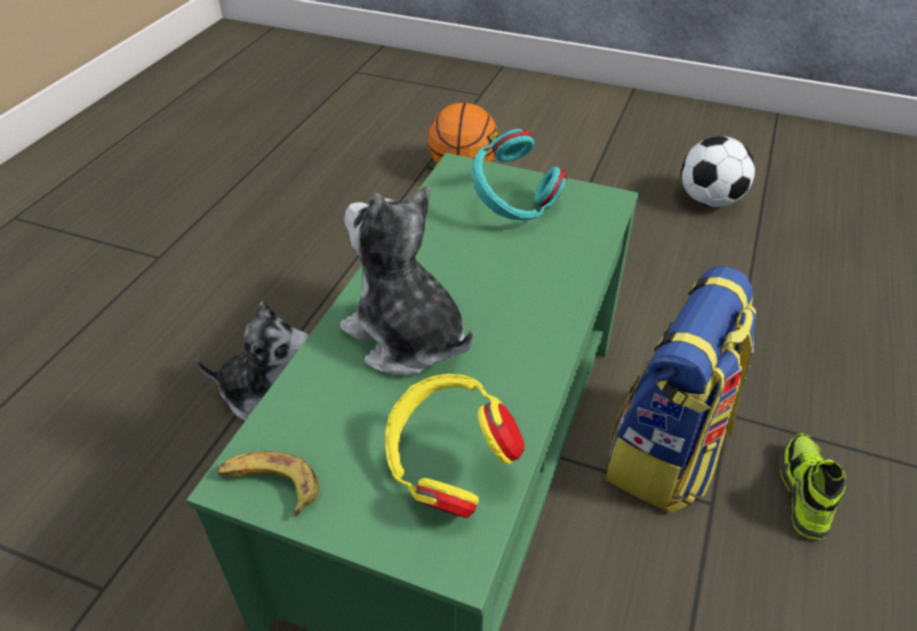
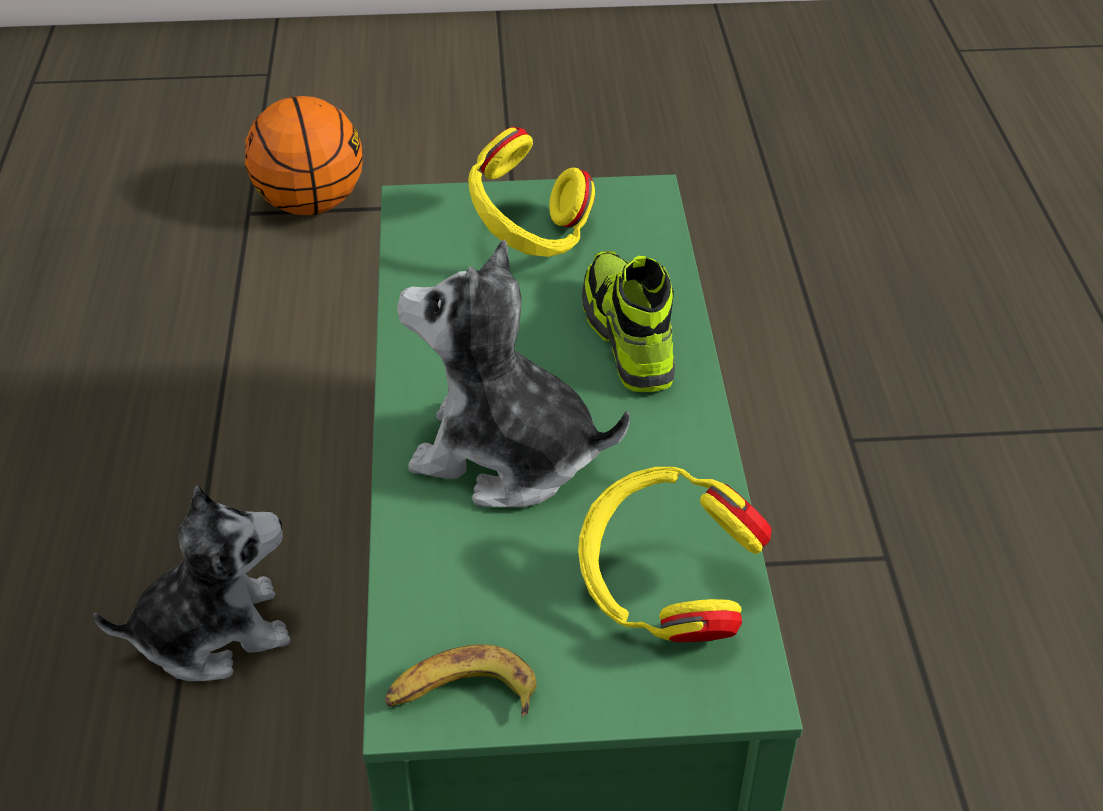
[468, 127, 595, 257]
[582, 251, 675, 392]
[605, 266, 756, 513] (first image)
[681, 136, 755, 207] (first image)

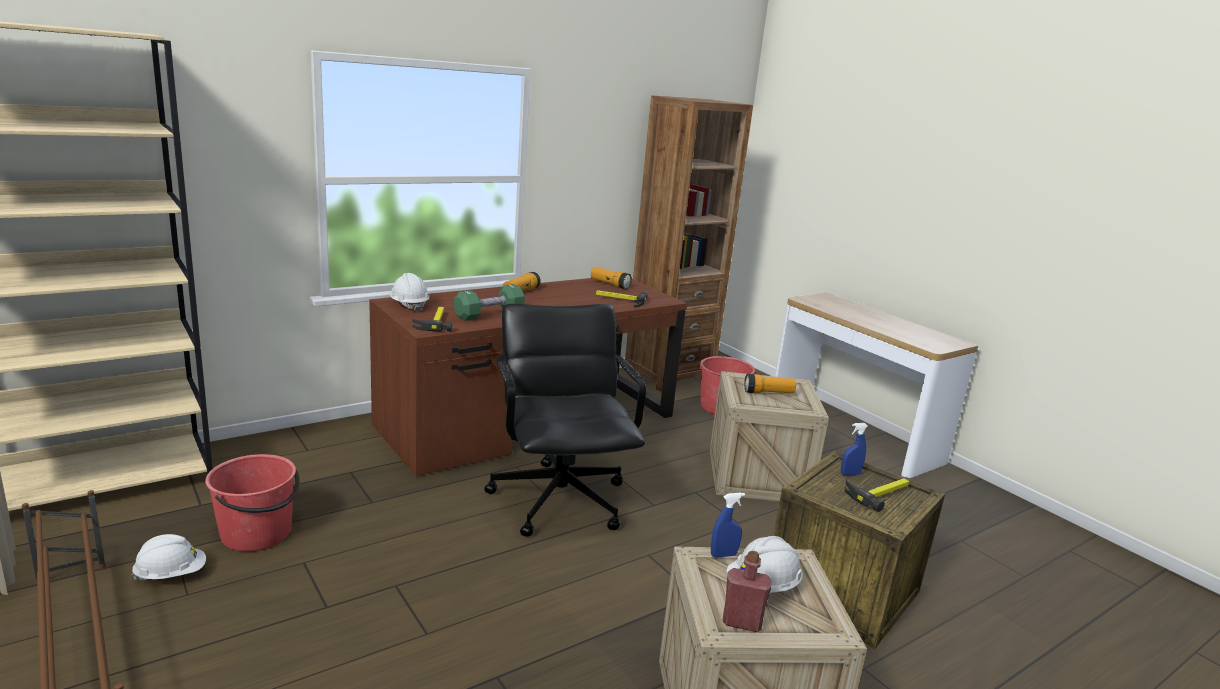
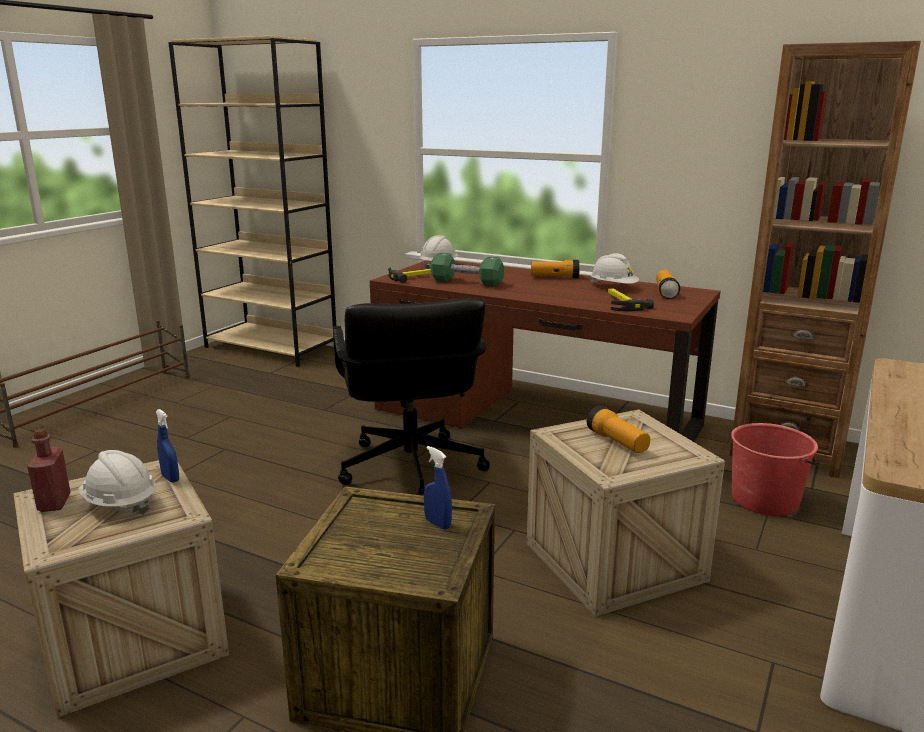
[333, 298, 490, 496]
[591, 253, 640, 284]
[205, 454, 299, 551] (first image)
[844, 478, 909, 512] (first image)

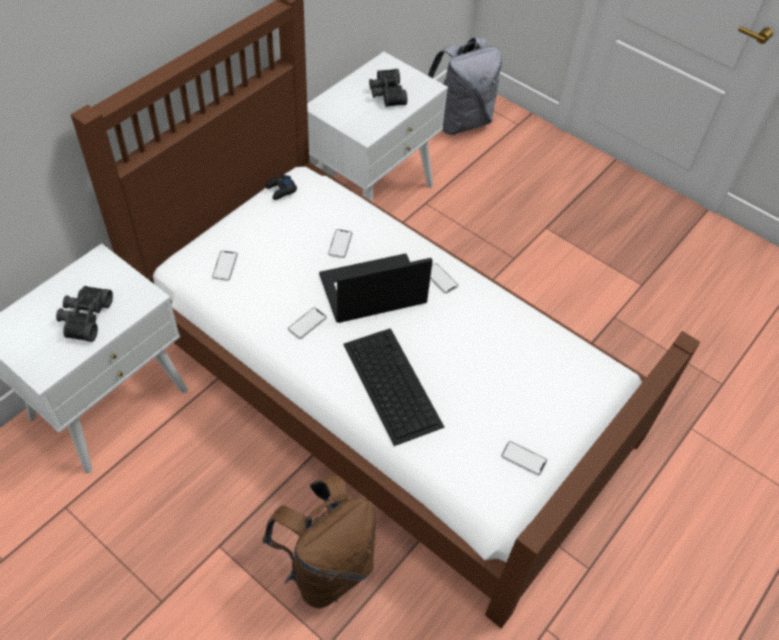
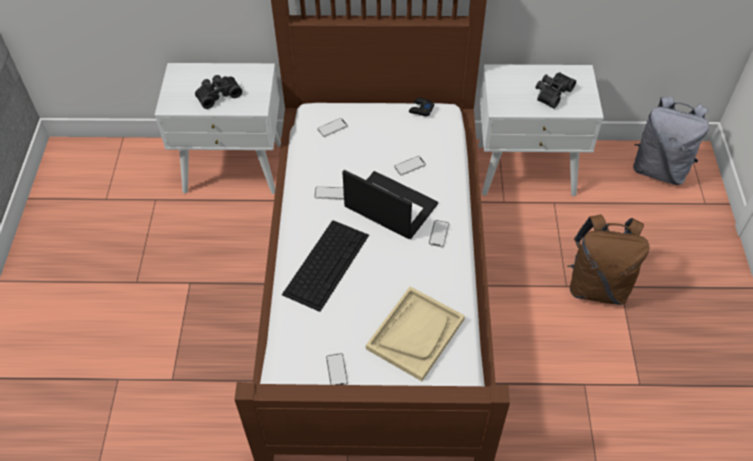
[366, 286, 465, 381]
[567, 214, 649, 305]

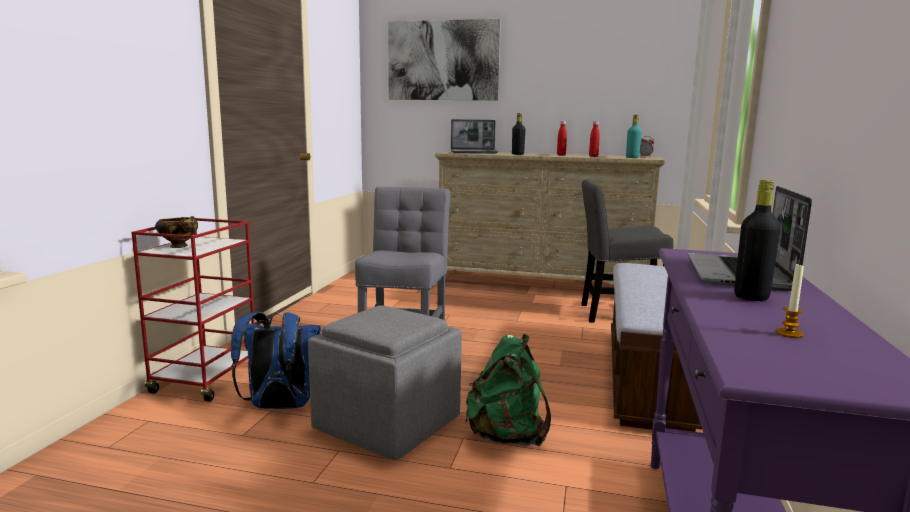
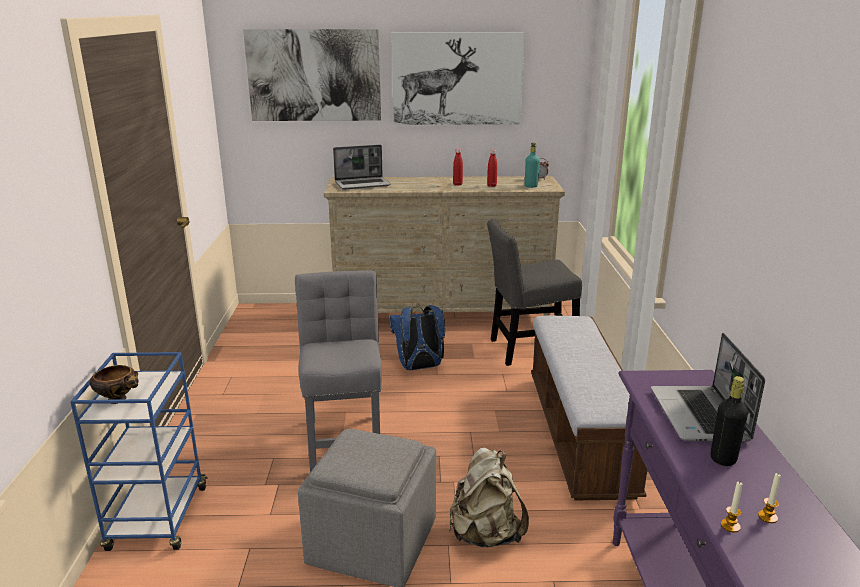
[70, 352, 208, 551]
[389, 305, 445, 370]
[392, 32, 525, 125]
[449, 447, 529, 547]
[721, 482, 742, 532]
[512, 113, 525, 155] (first image)

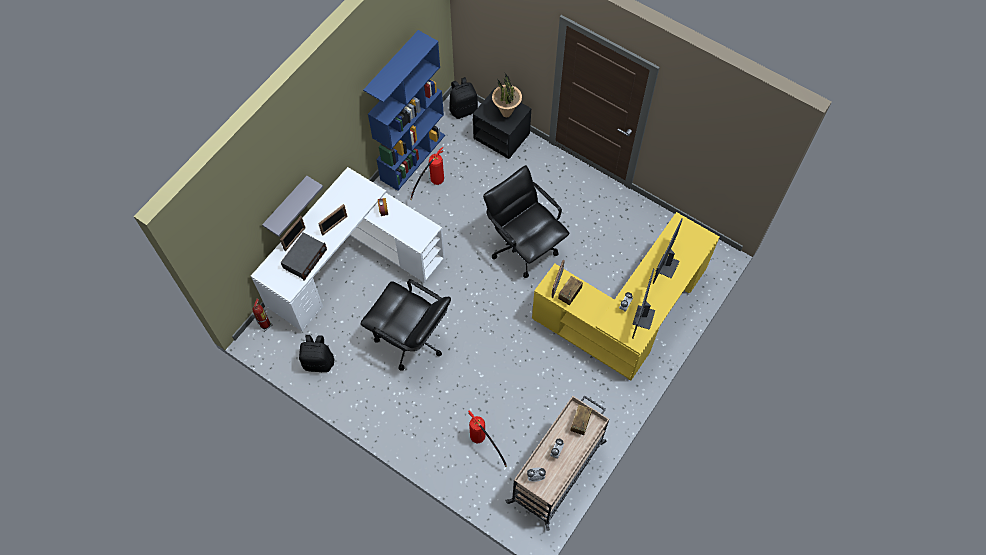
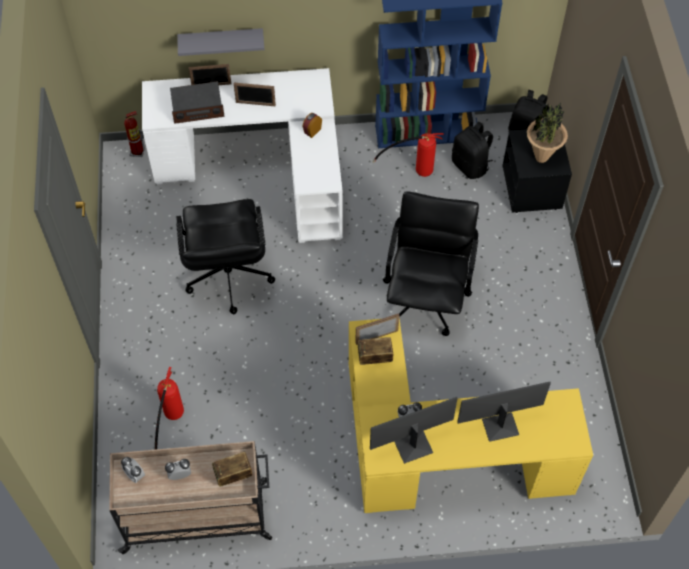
[452, 122, 493, 179]

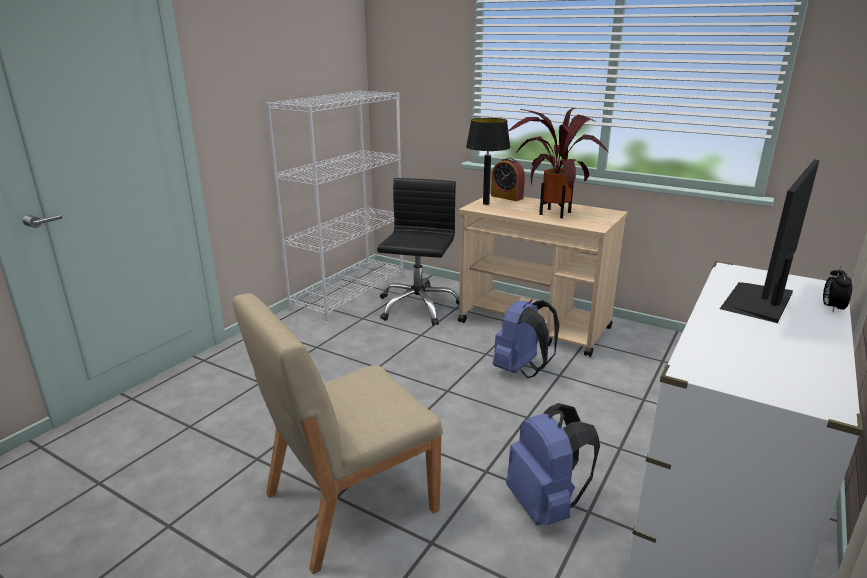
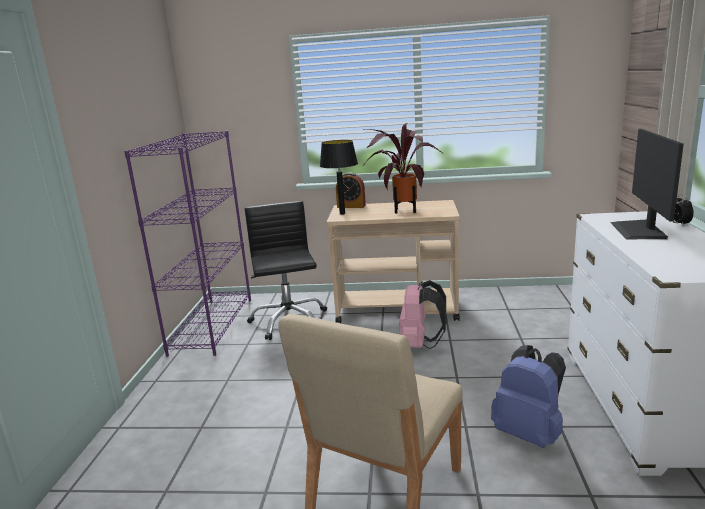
[124, 131, 251, 357]
[399, 280, 446, 349]

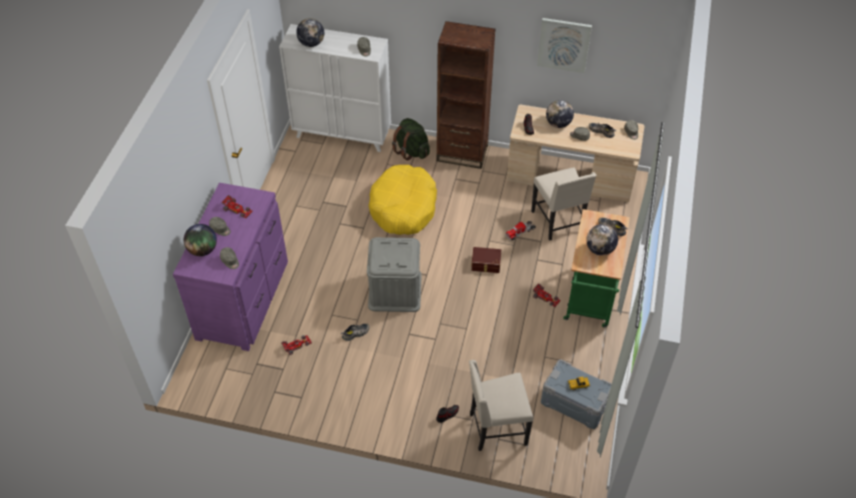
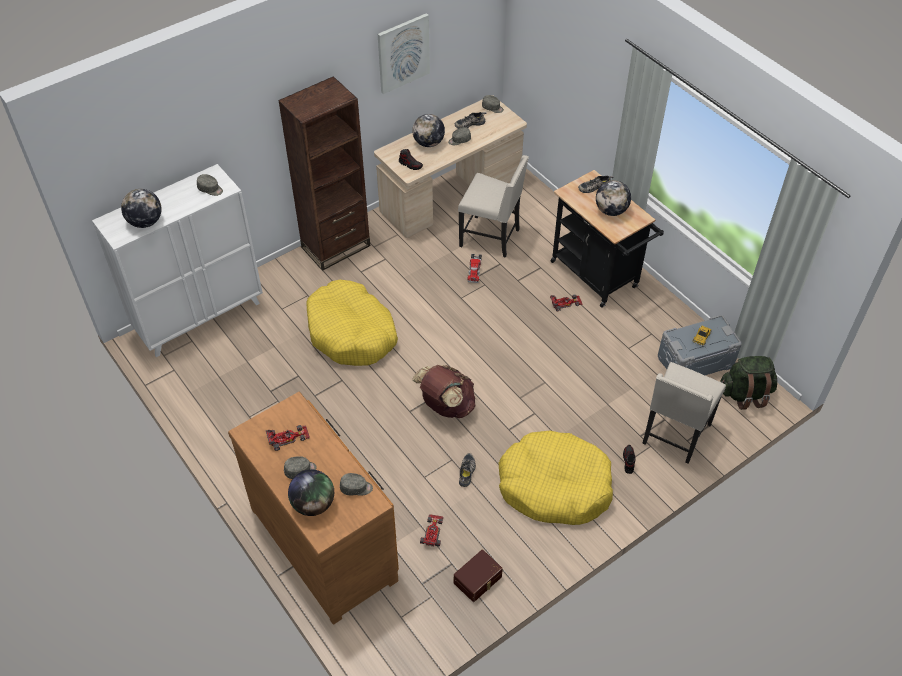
[228, 392, 399, 625]
[412, 365, 476, 418]
[454, 550, 503, 602]
[499, 431, 613, 525]
[551, 170, 664, 308]
[720, 356, 778, 410]

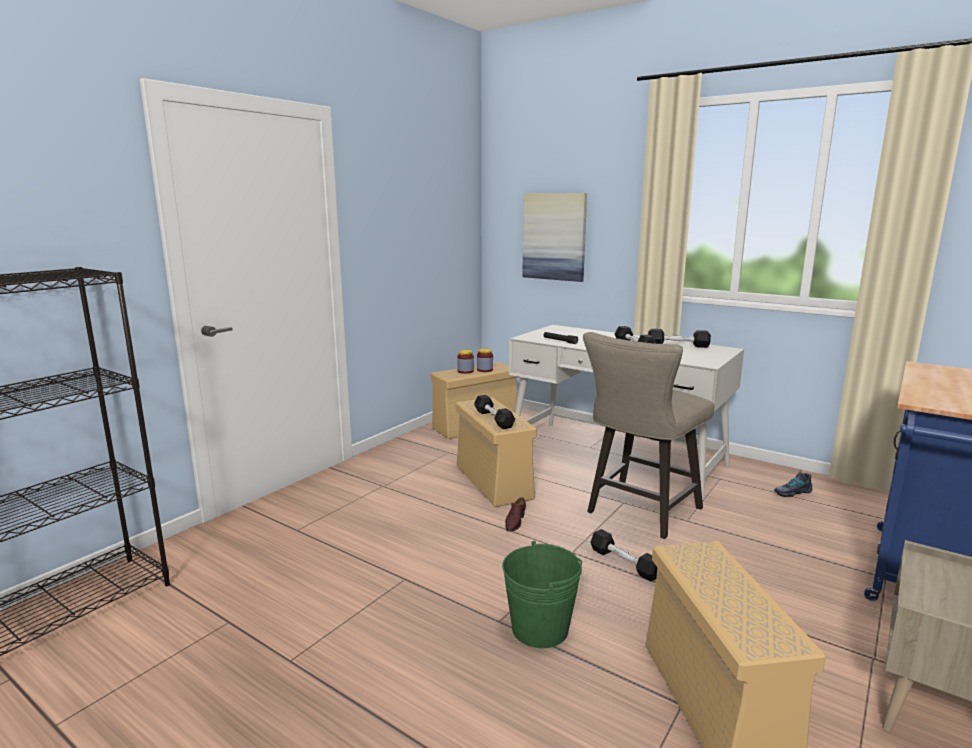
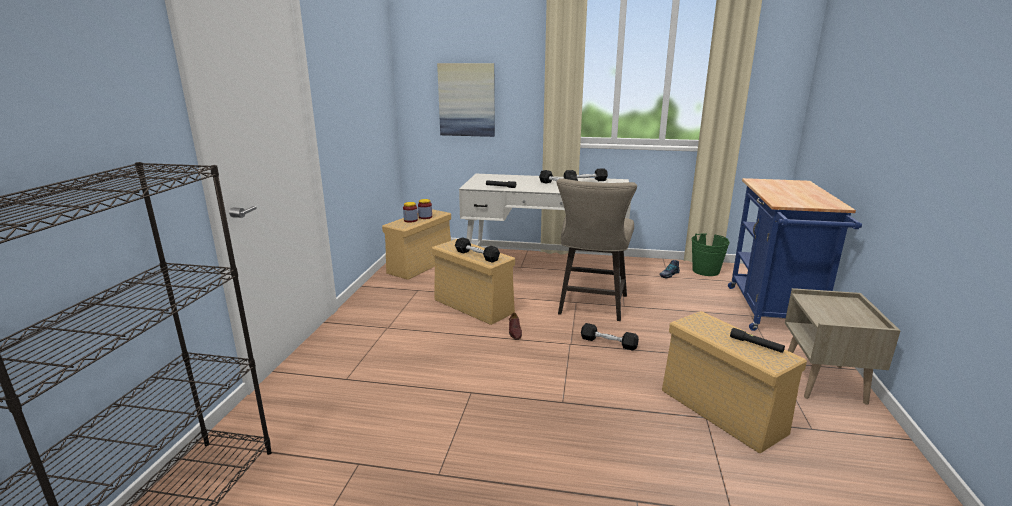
[692, 233, 730, 276]
[730, 328, 785, 353]

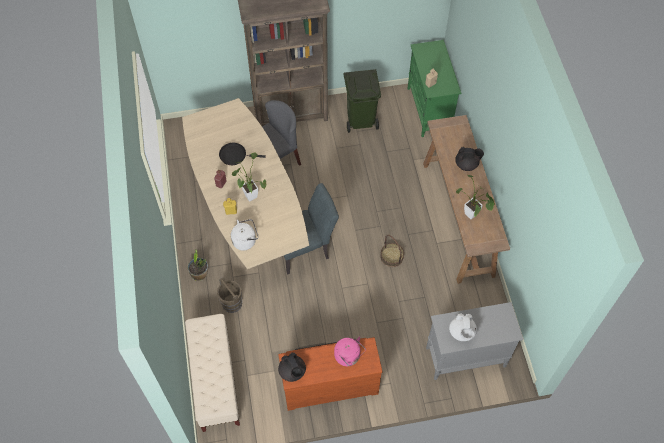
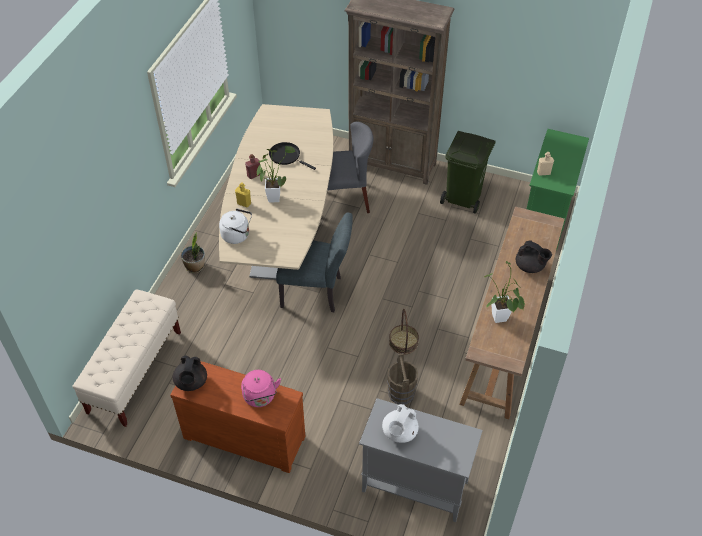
[388, 353, 418, 404]

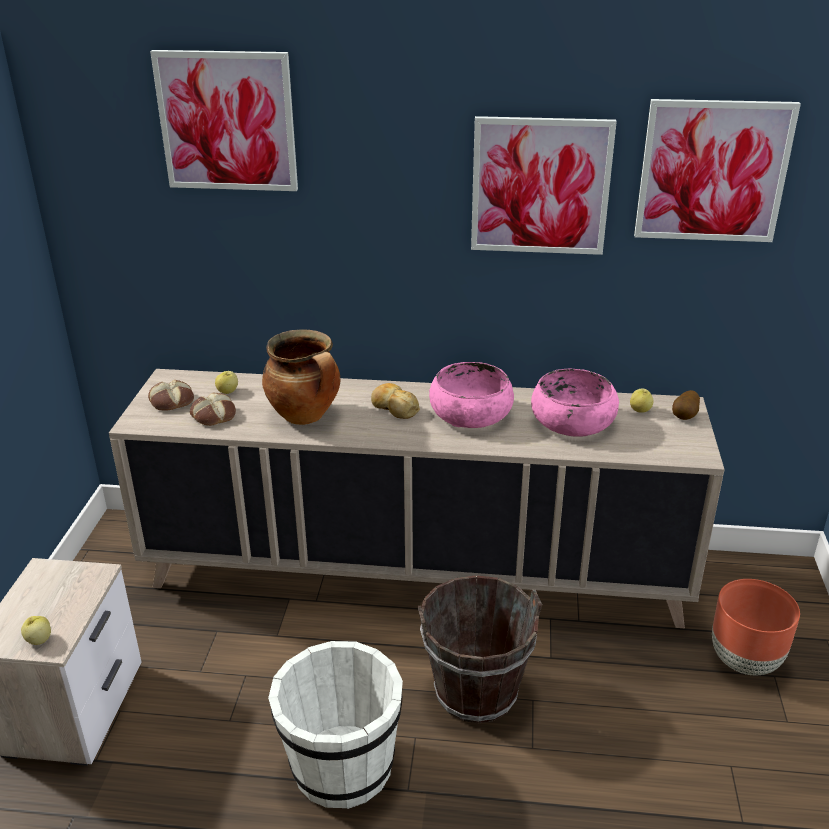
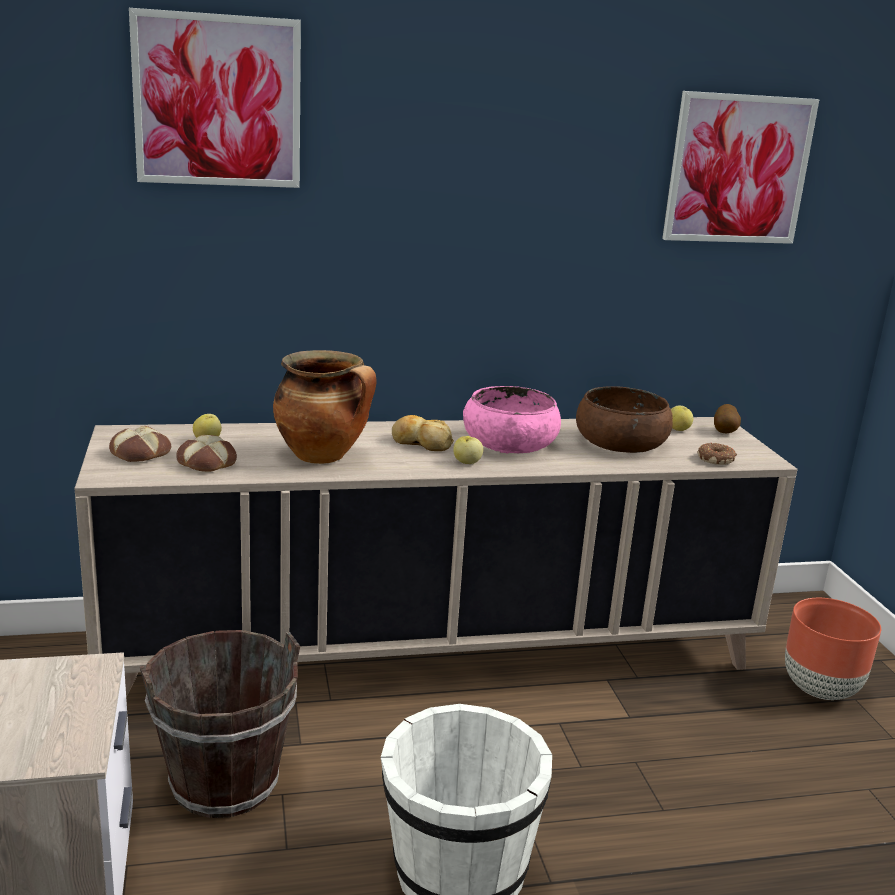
[140, 630, 300, 818]
[453, 436, 483, 464]
[576, 386, 673, 453]
[697, 443, 737, 465]
[471, 116, 617, 255] (first image)

